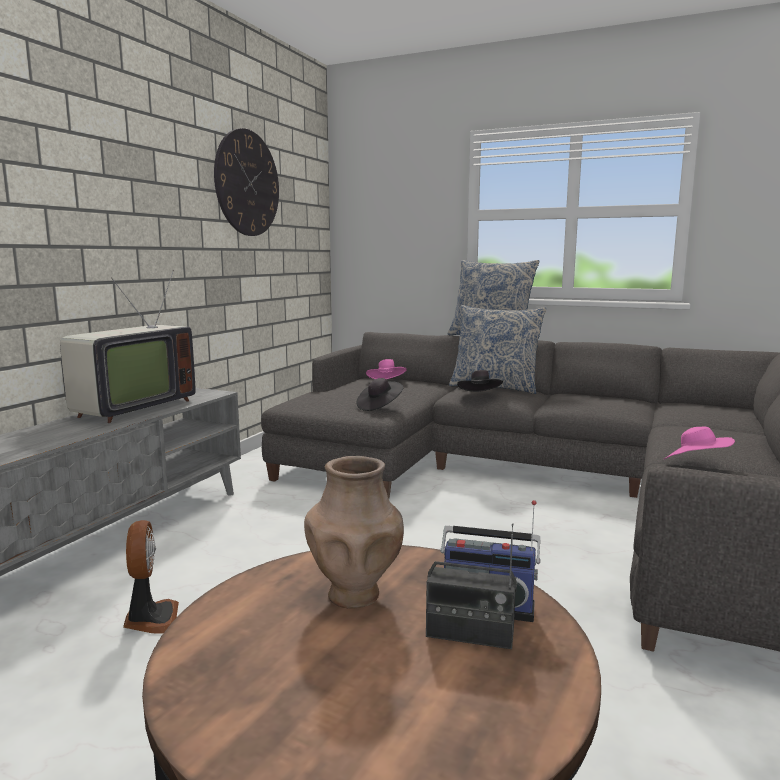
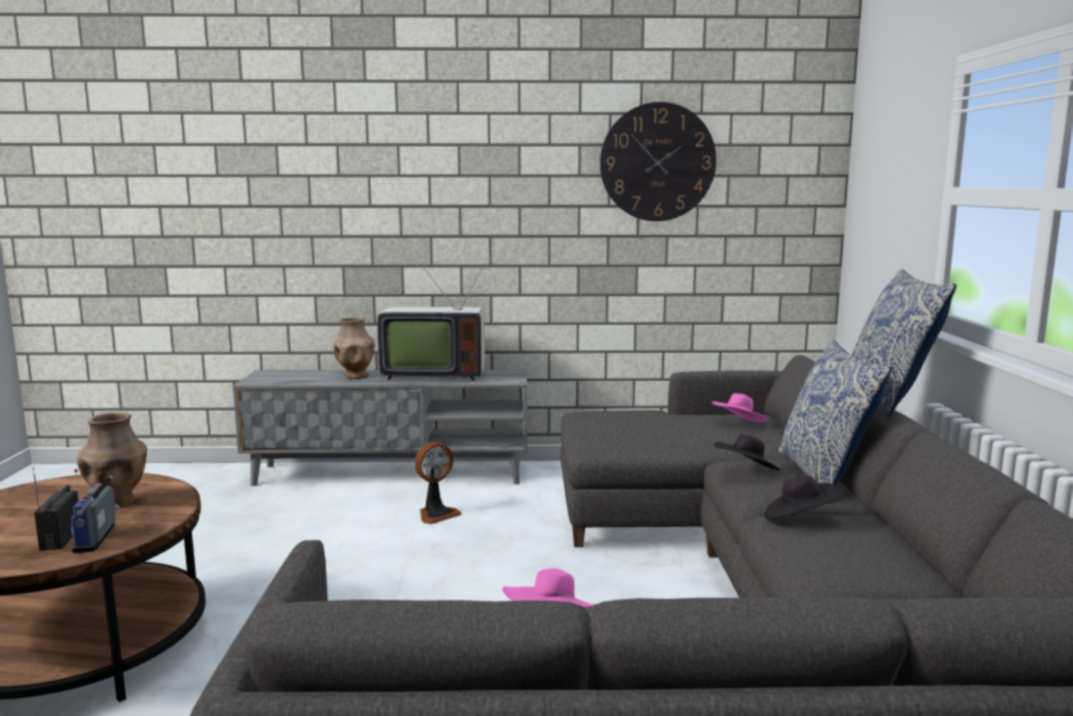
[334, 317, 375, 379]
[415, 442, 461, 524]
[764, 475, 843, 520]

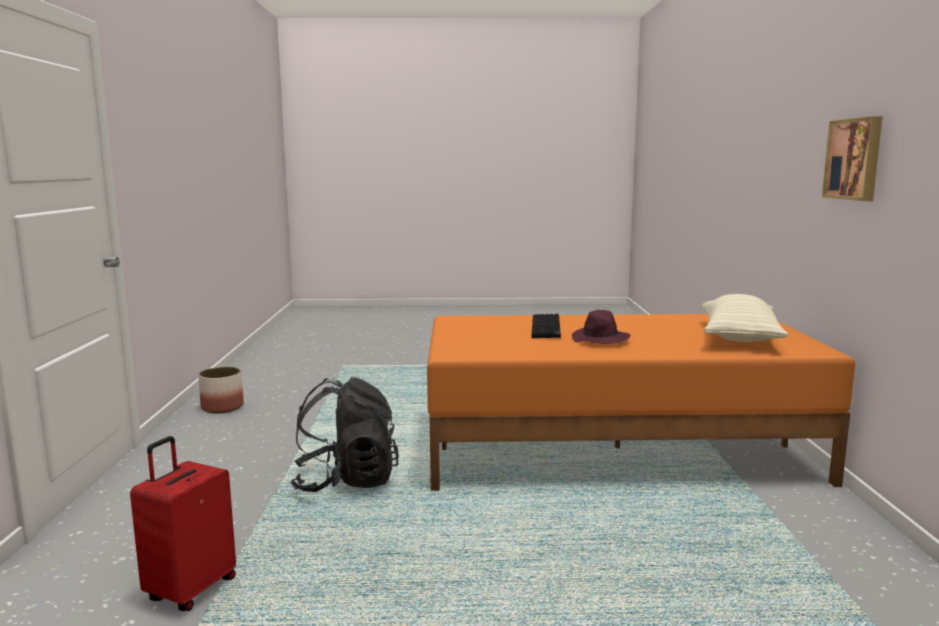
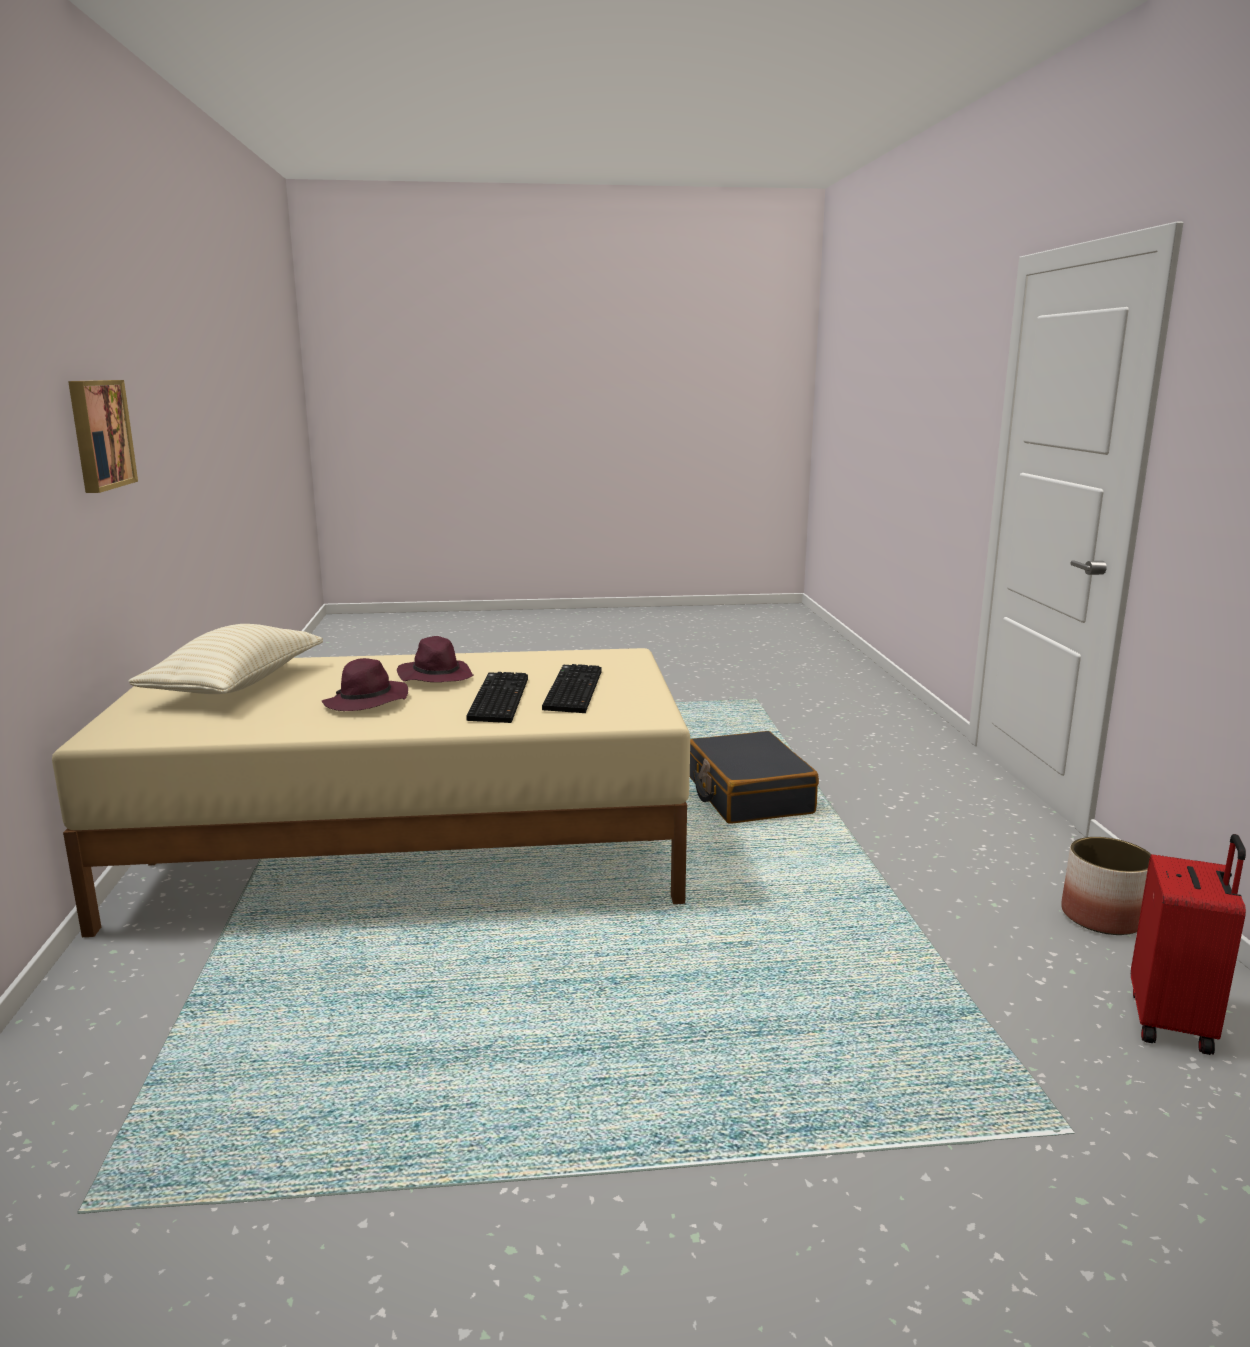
[52, 648, 690, 937]
[322, 658, 408, 711]
[542, 664, 602, 713]
[690, 731, 819, 824]
[1131, 834, 1246, 1055]

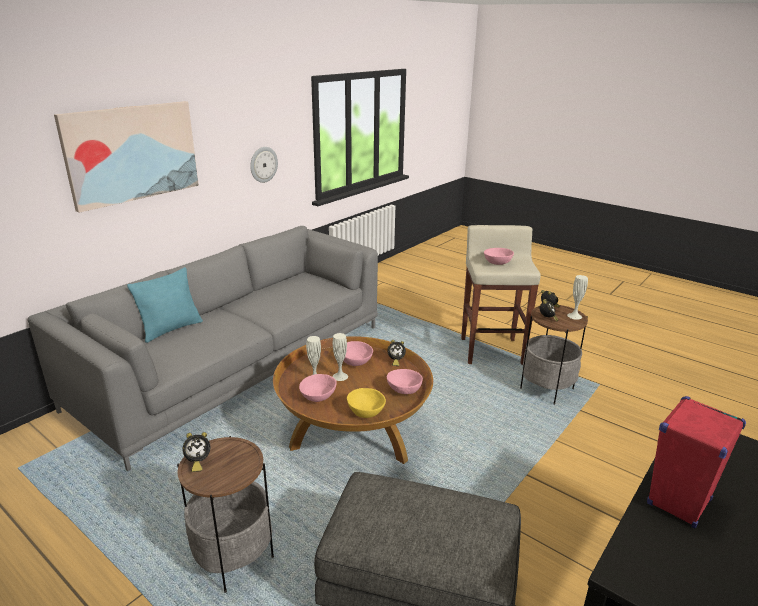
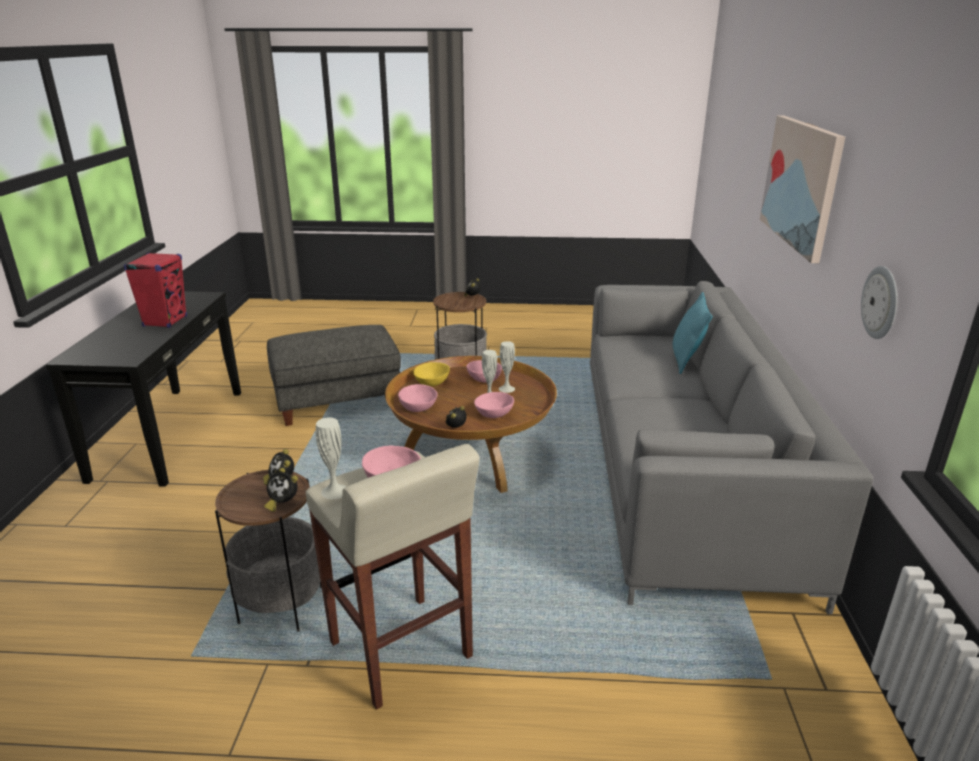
[316, 417, 346, 499]

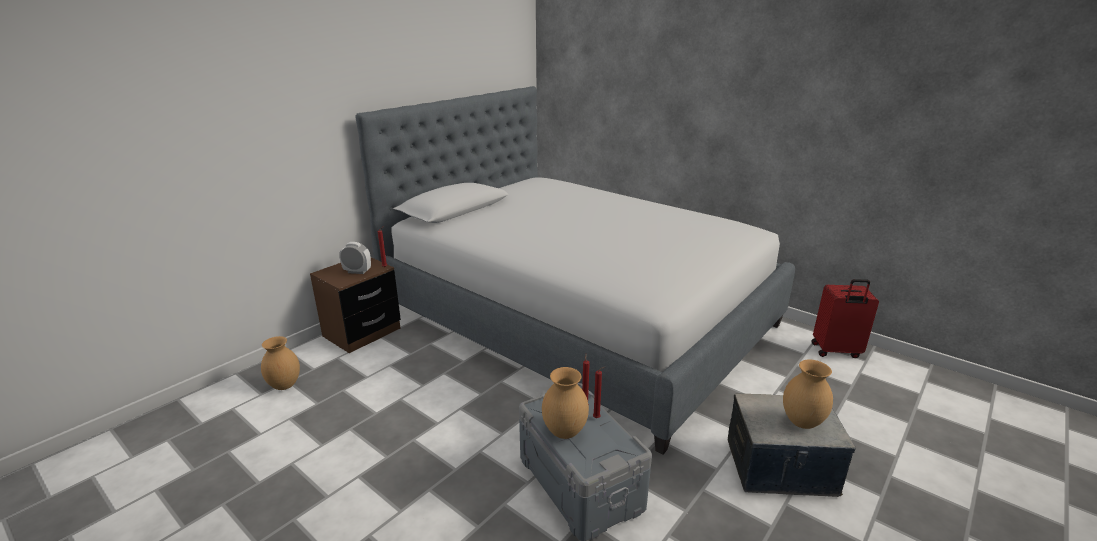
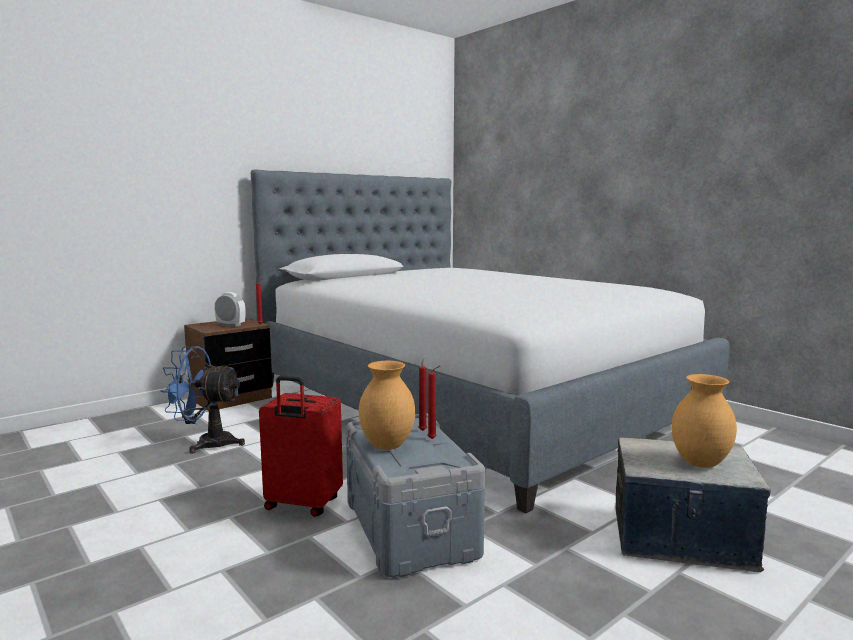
[160, 346, 245, 454]
[259, 376, 343, 517]
[261, 336, 300, 390] (first image)

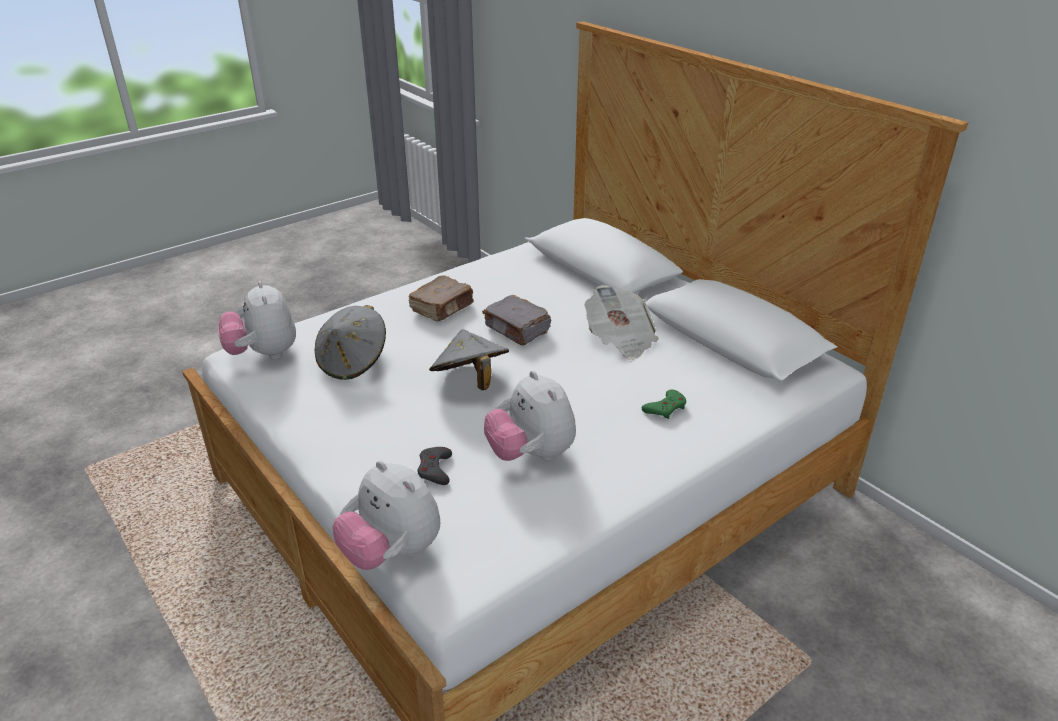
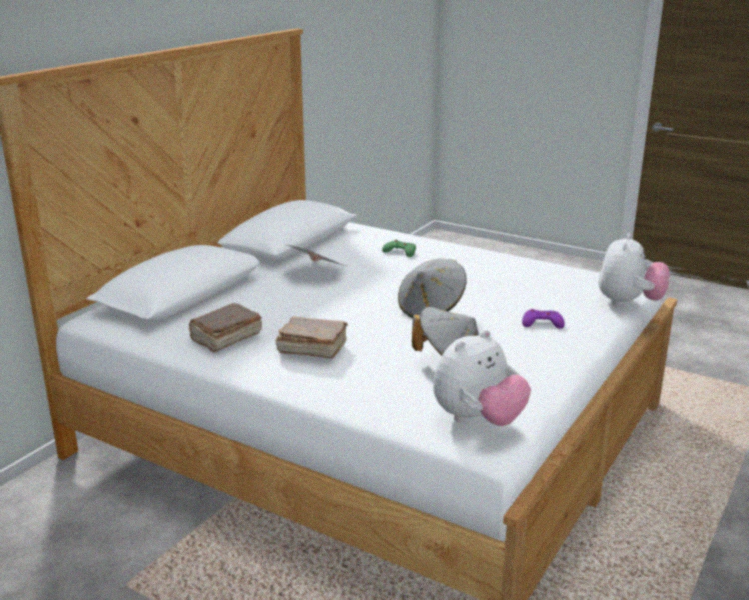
[189, 303, 262, 352]
[522, 309, 565, 329]
[417, 447, 452, 485] (first image)
[482, 295, 551, 345] (first image)
[484, 371, 576, 461] (first image)

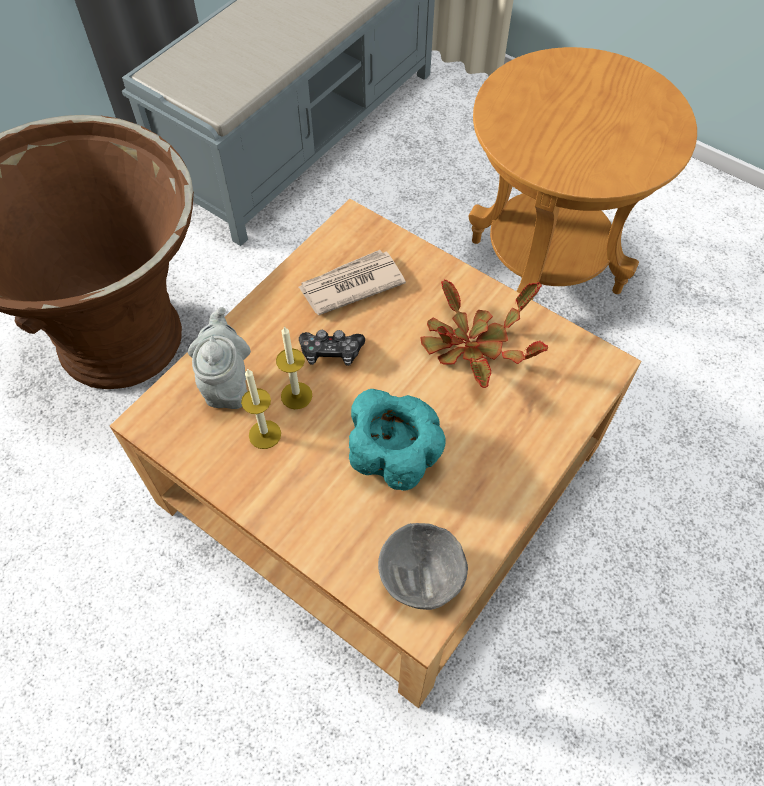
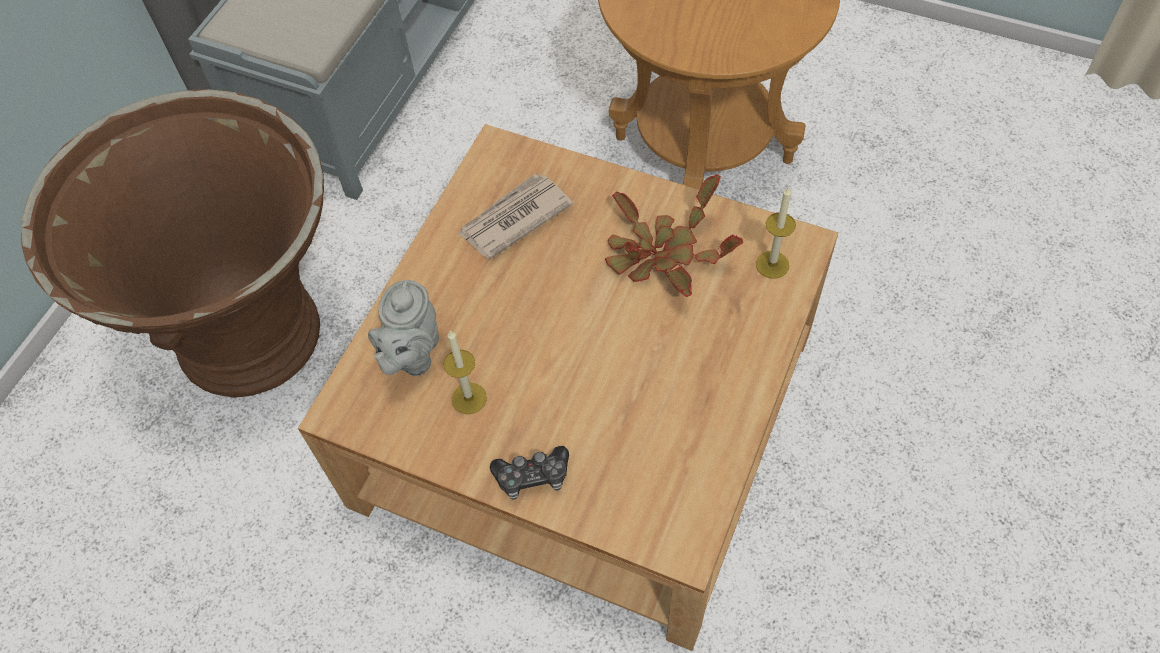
[368, 280, 439, 376]
[490, 446, 569, 500]
[756, 186, 796, 279]
[349, 389, 446, 491] (first image)
[378, 523, 468, 610] (first image)

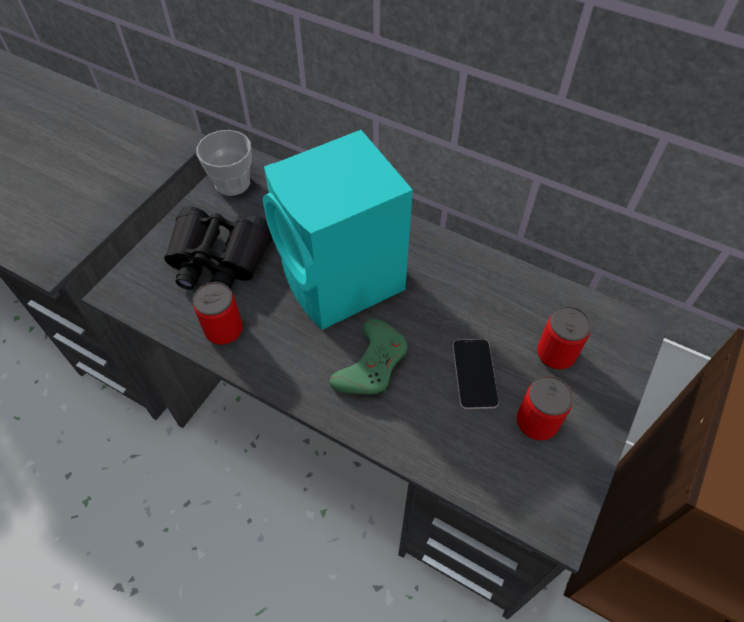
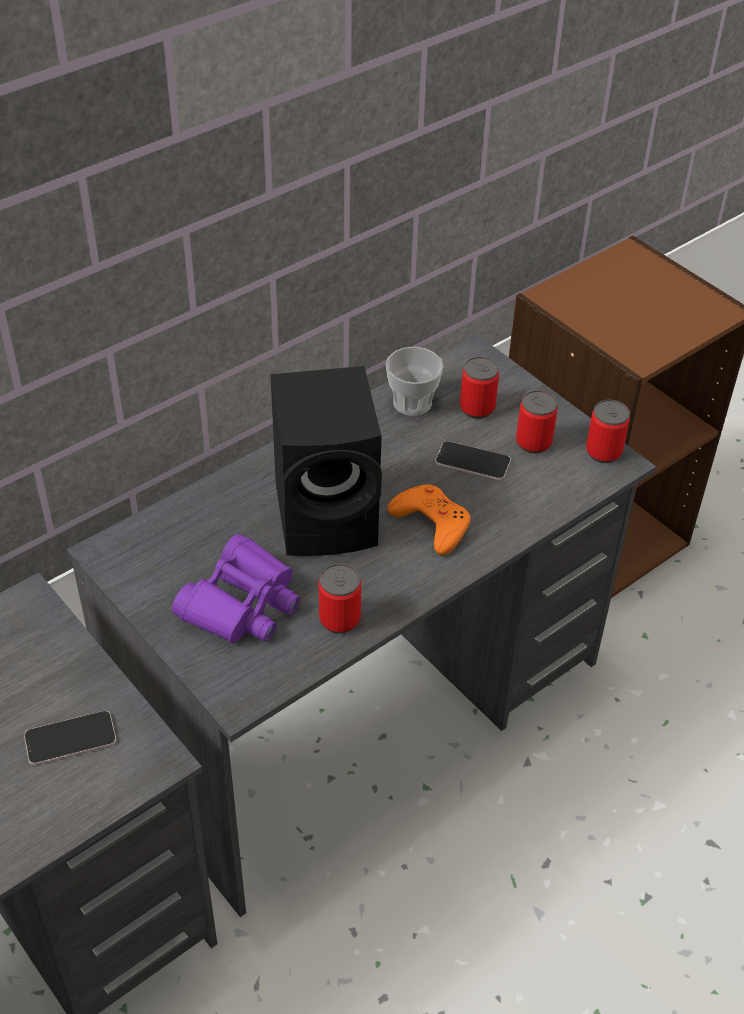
[24, 711, 116, 765]
[172, 534, 300, 643]
[271, 366, 382, 556]
[386, 347, 444, 416]
[387, 484, 470, 555]
[586, 400, 630, 463]

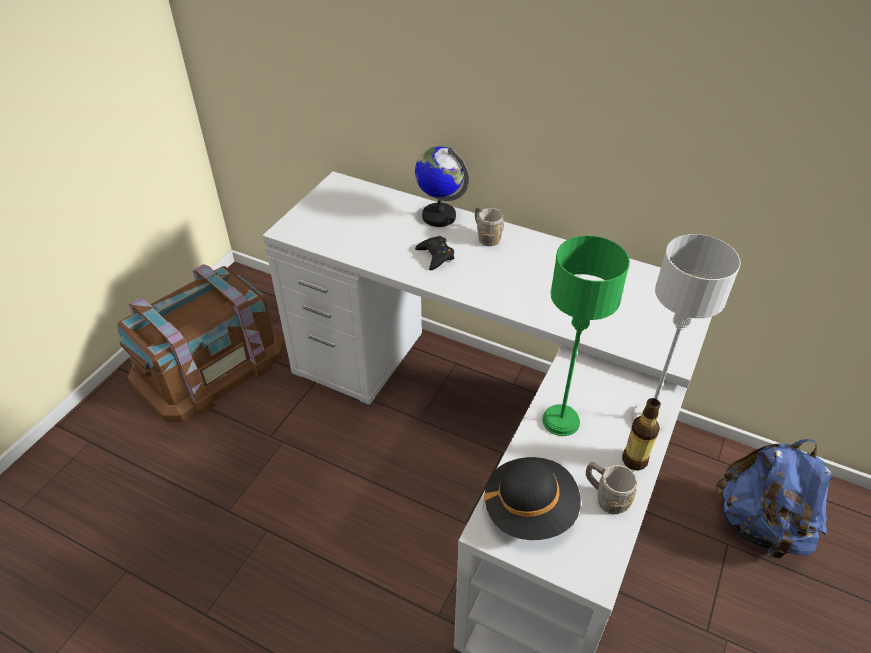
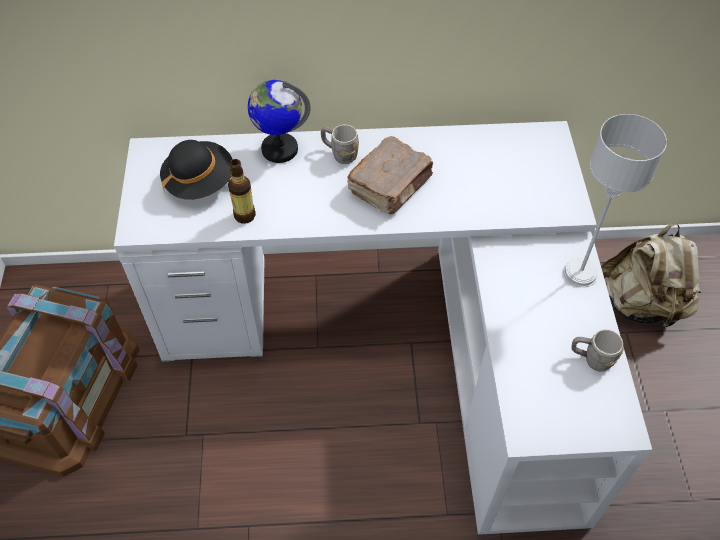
[160, 140, 233, 200]
[228, 159, 256, 224]
[347, 136, 433, 214]
[601, 223, 701, 330]
[415, 236, 454, 270] (first image)
[542, 236, 630, 436] (first image)

